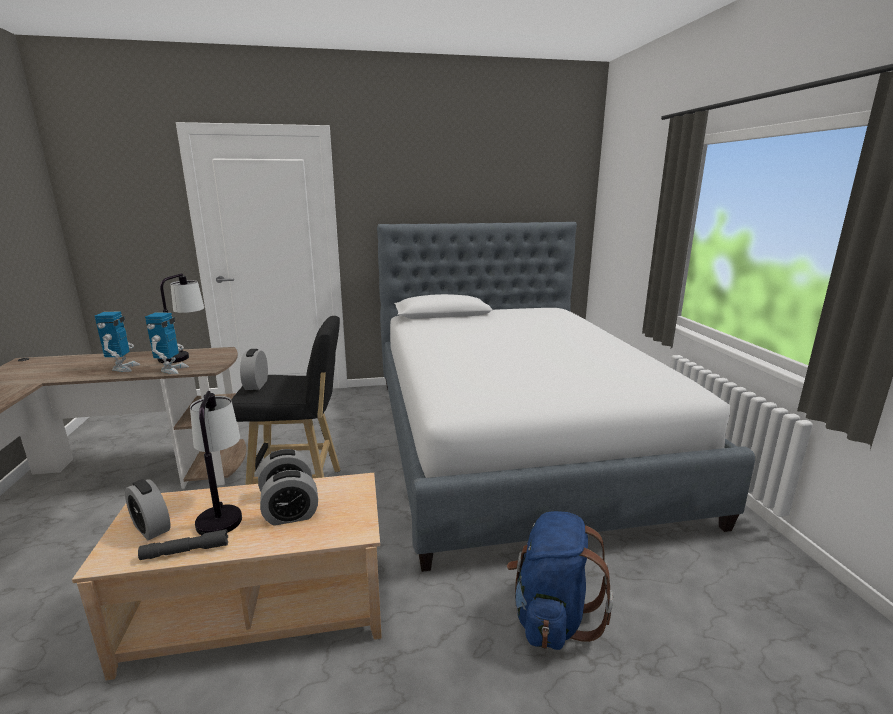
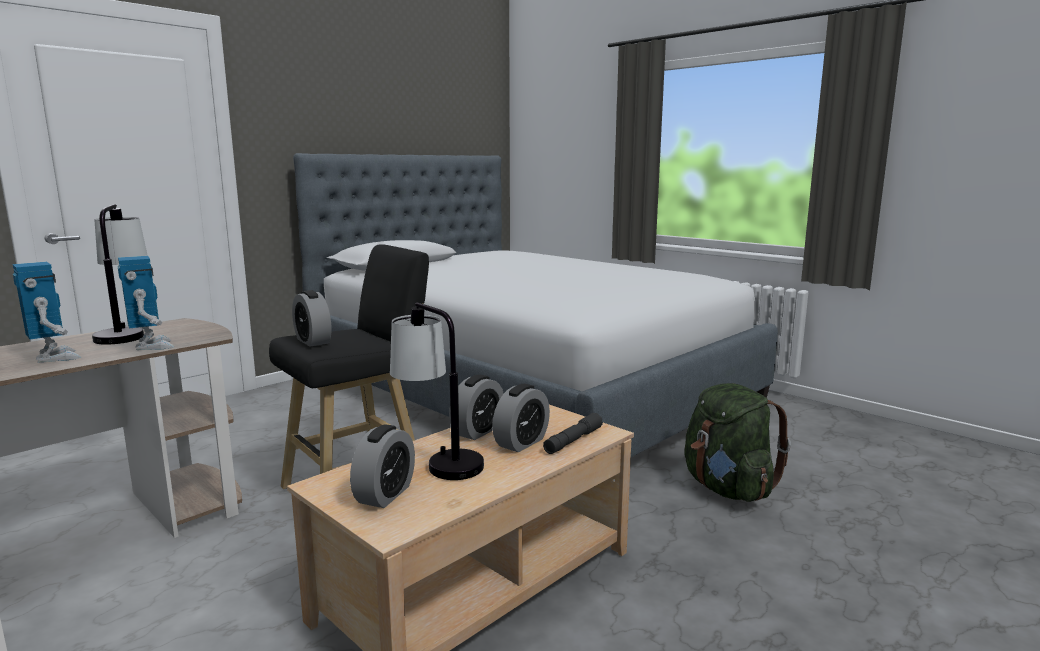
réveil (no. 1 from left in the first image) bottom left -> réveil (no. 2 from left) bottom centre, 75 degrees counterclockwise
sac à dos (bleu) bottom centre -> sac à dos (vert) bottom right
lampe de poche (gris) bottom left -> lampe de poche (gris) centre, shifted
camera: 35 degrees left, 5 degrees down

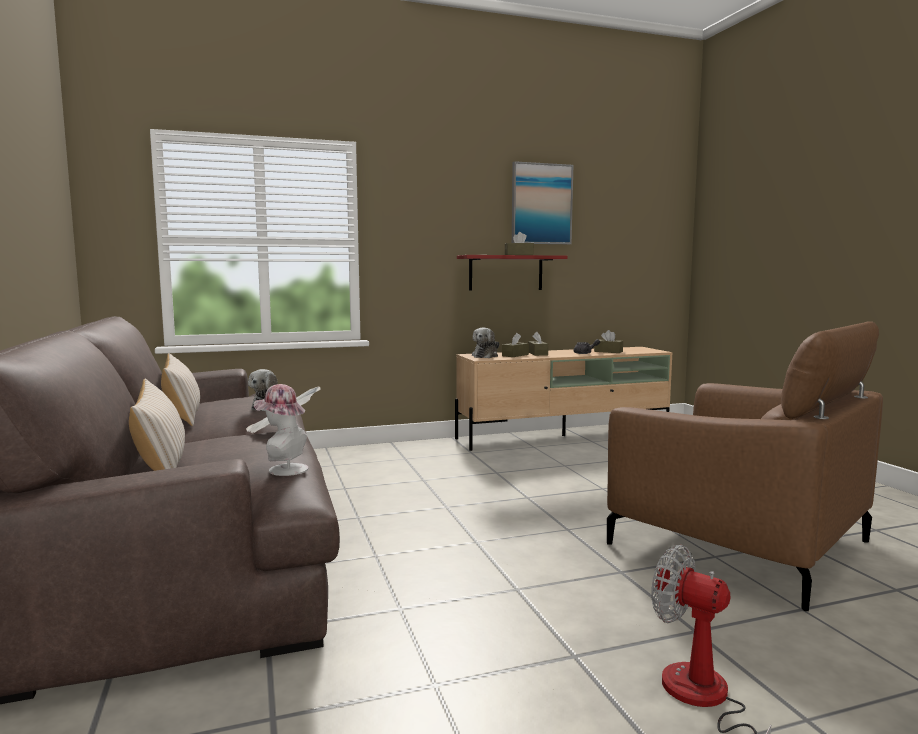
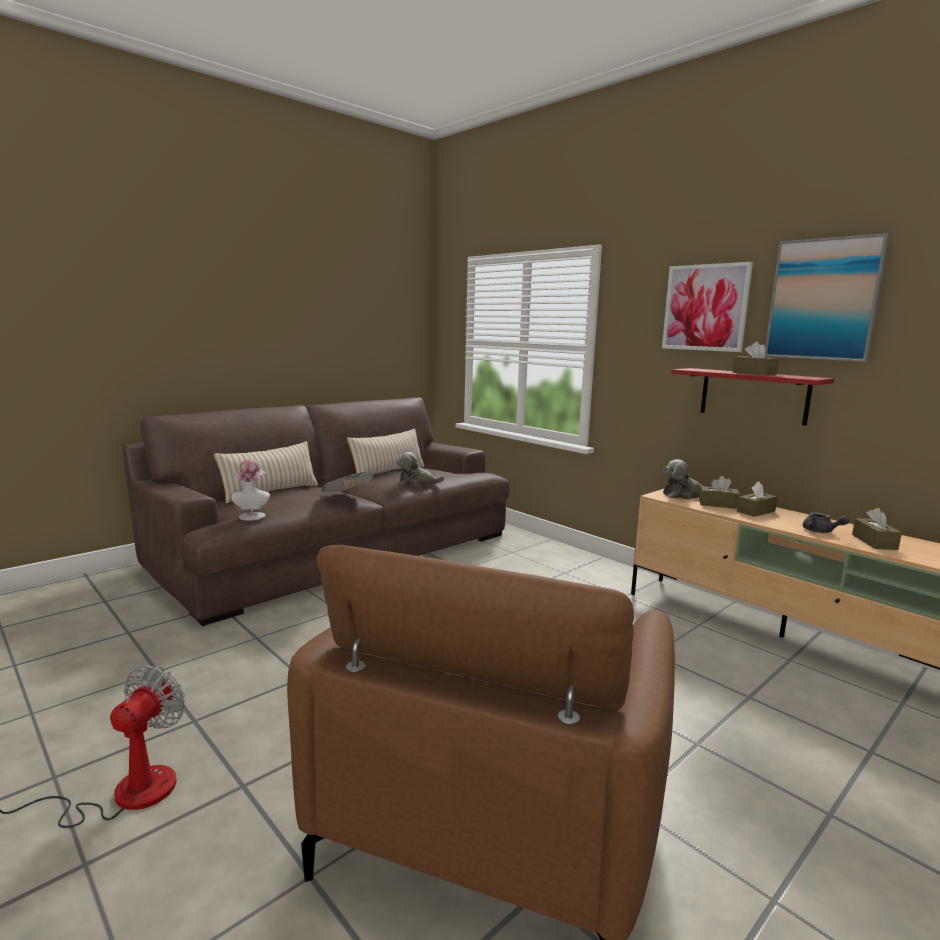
none -> tableau (no. 1 from left) top right
camera: 65 degrees right, 5 degrees up

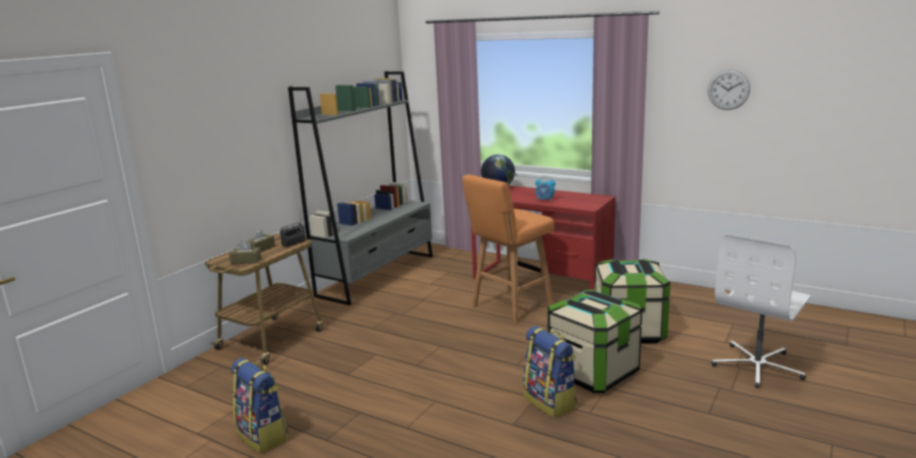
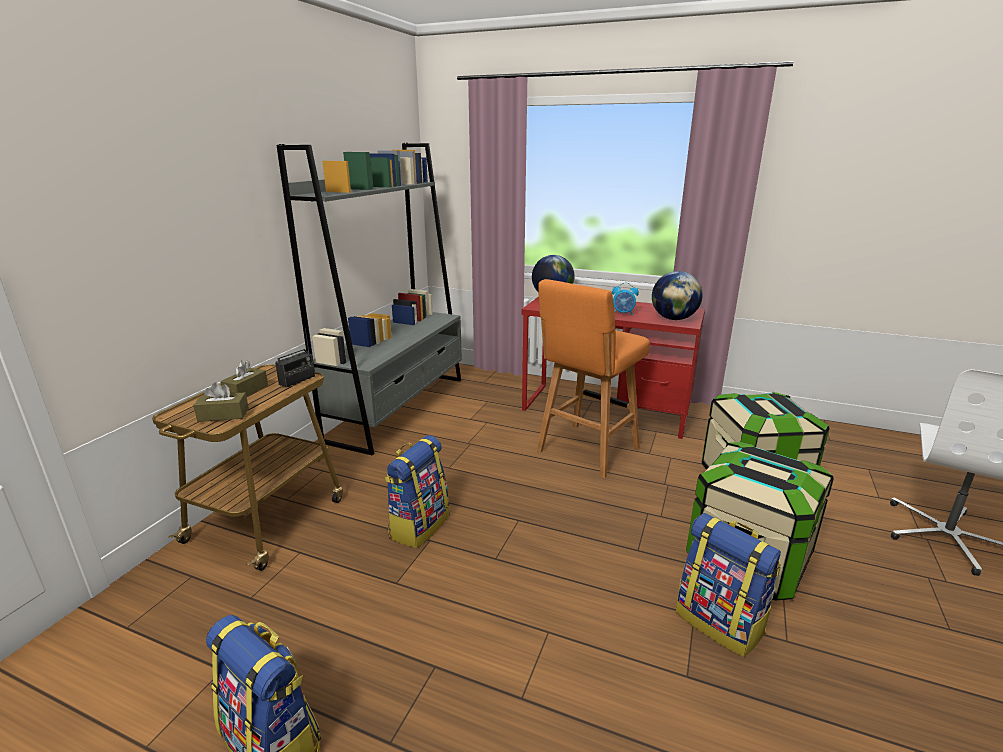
horloge murale top right -> none
none -> globe (no. 2 from left) middle right
none -> sac à dos (no. 2 from left) centre
camera: 10 degrees left, 5 degrees up

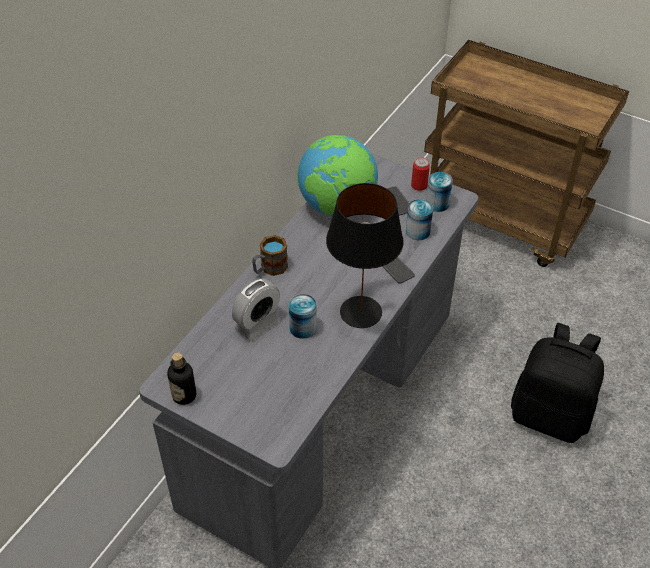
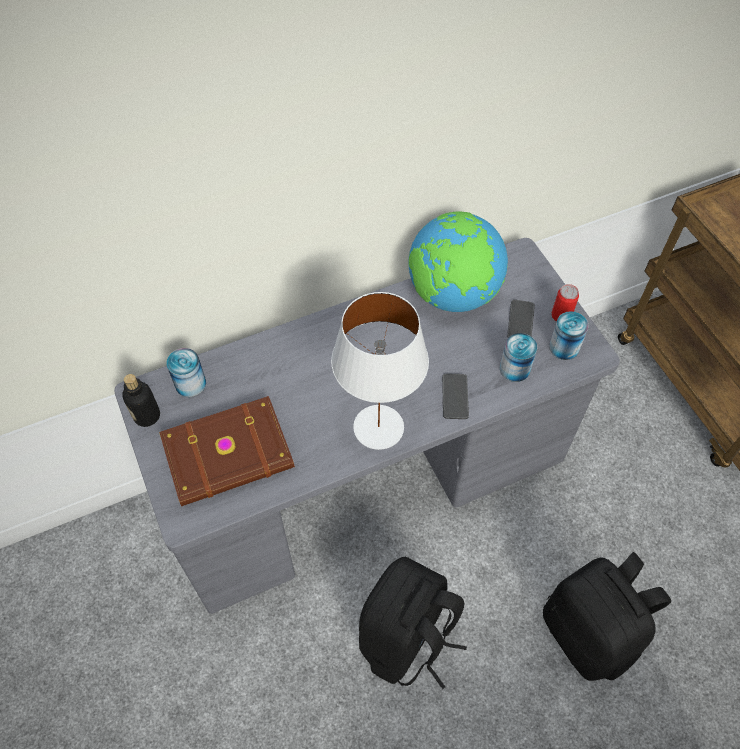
lampe de table (noir) centre -> lampe de table (blanc) centre
mug centre -> none
réveil centre -> none
boîte métallique (no. 1 from left) centre -> boîte métallique (no. 1 from left) middle left, shifted
none -> livre (marron) middle left
none -> sac à dos (noir) (no. 1 from left) bottom centre
camera: 35 degrees right, 10 degrees up

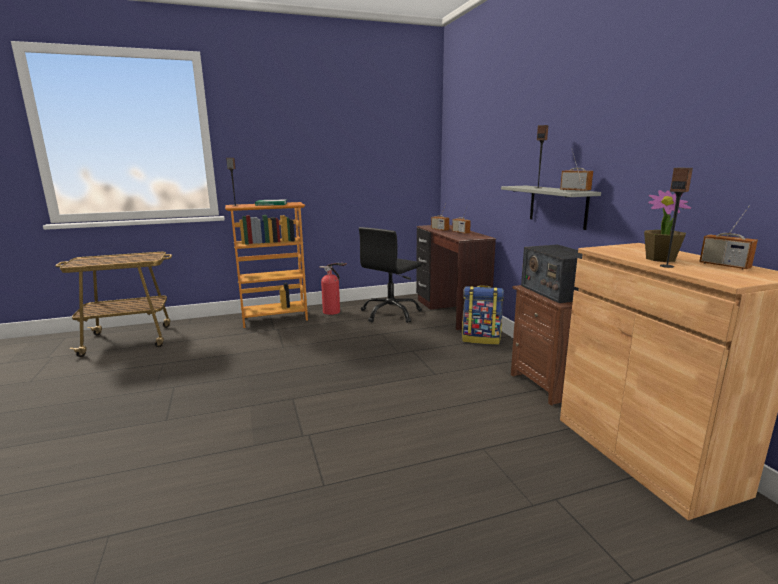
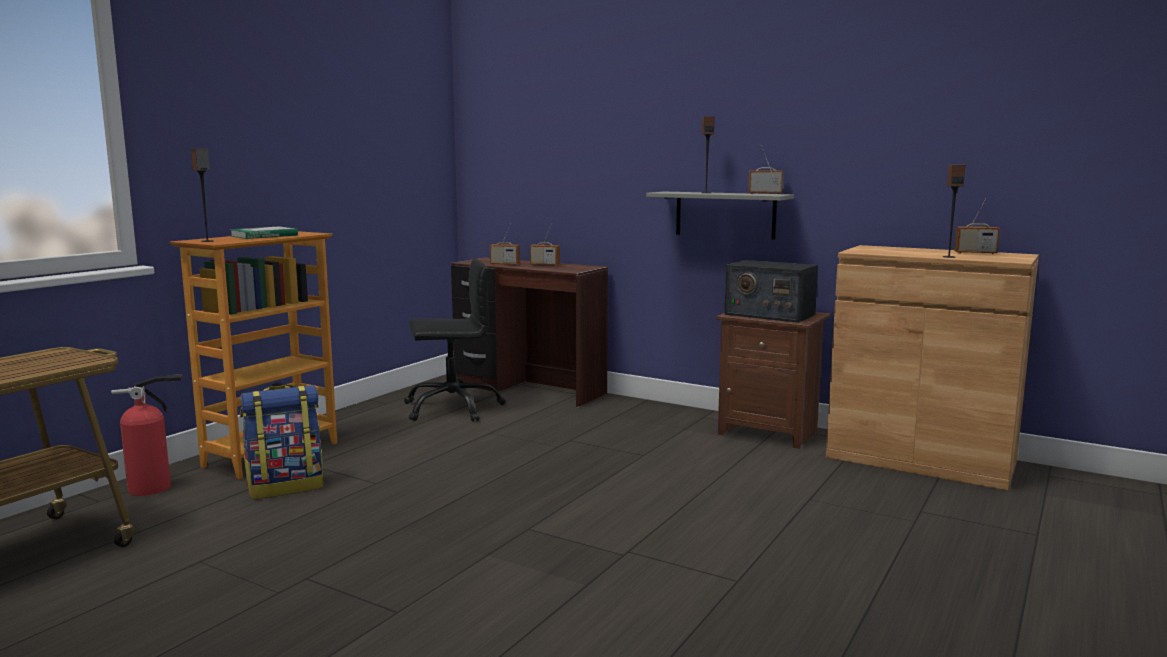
plante en pot middle right -> none
chaise de bureau (noir) centre, 105 degrees counterclockwise
extincteur centre -> extincteur middle left, shifted
sac à dos centre -> sac à dos bottom left, shifted
camera: 40 degrees left, 5 degrees down

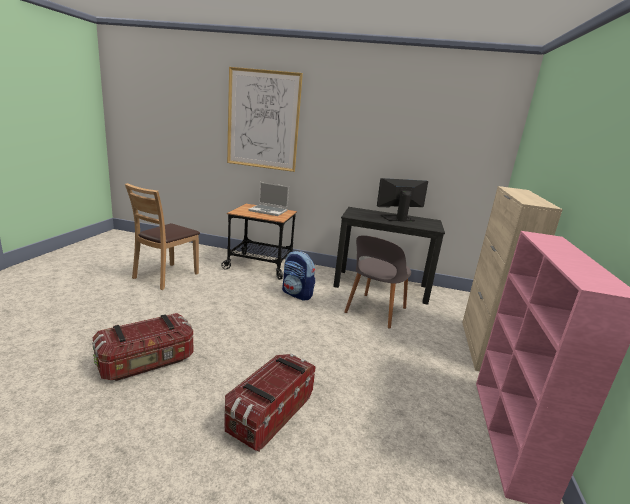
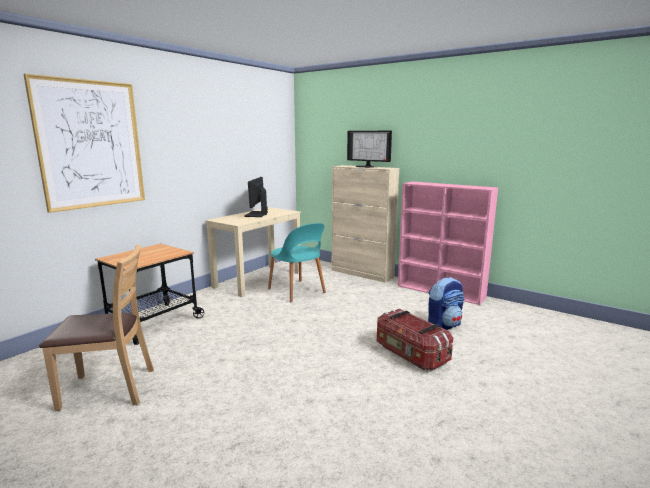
ordinateur portable centre -> none
chaise (marron) middle left -> chaise (marron) bottom left, 60 degrees counterclockwise
bureau (noir) centre -> bureau (beige) centre
chaise (gris) centre -> chaise (turquoise) centre
sac à dos centre -> sac à dos middle right, shifted
boîte de rangement (no. 1 from left) bottom left -> none
none -> écran d'ordinateur (no. 2 from left) top centre
camera: 65 degrees left, 5 degrees down

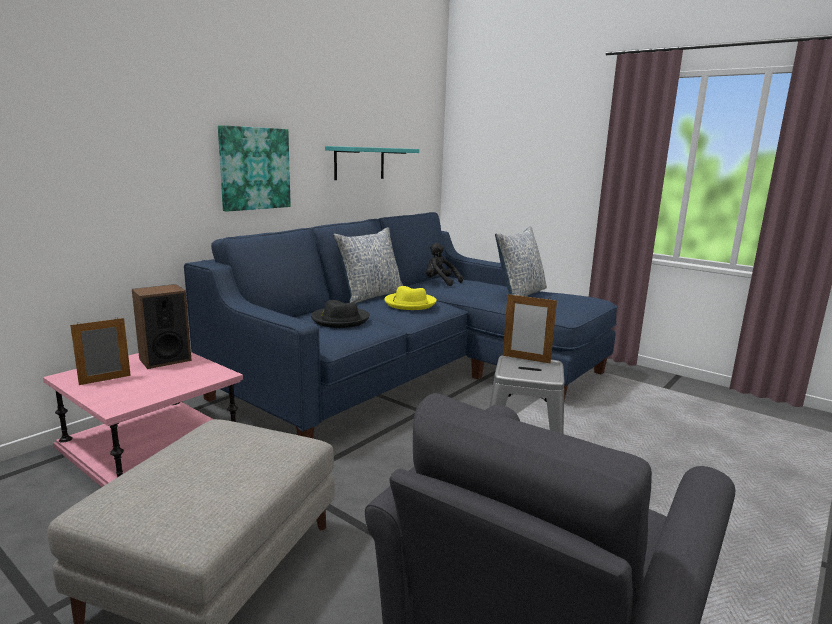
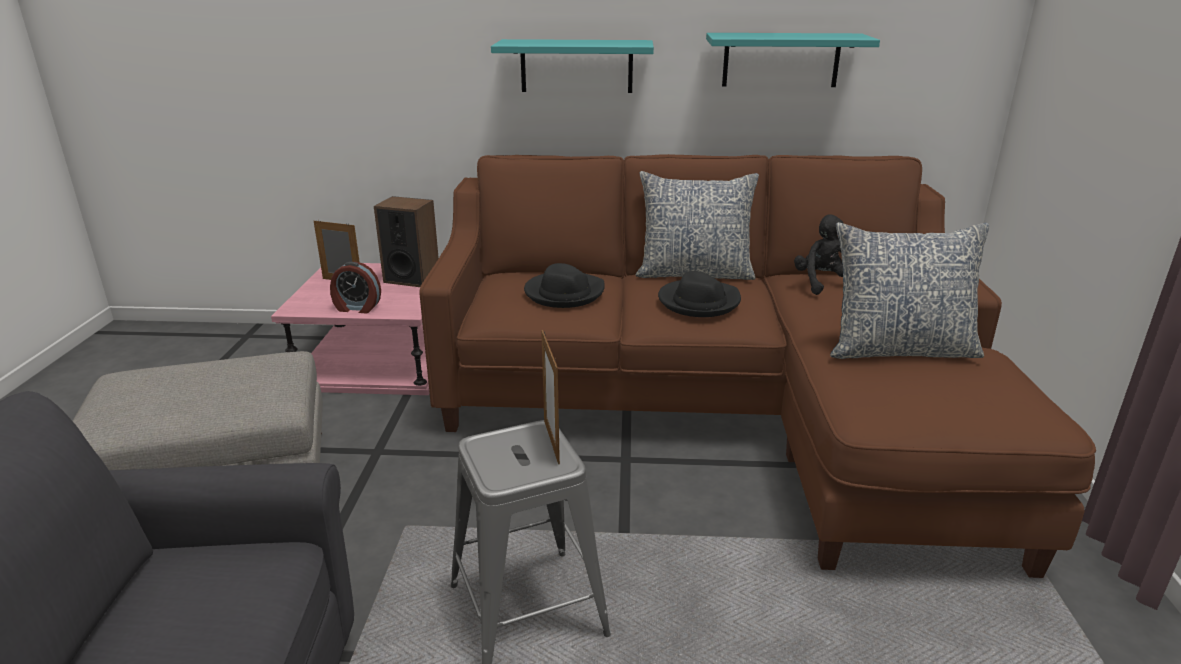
tableau top left -> étagère (turquoise) (no. 1 from left) top centre
canapé (bleu) centre -> canapé (marron) centre
chapeau (jaune) centre -> chapeau (noir) (no. 2 from left) centre
none -> réveil middle left
camera: 55 degrees right, 10 degrees up

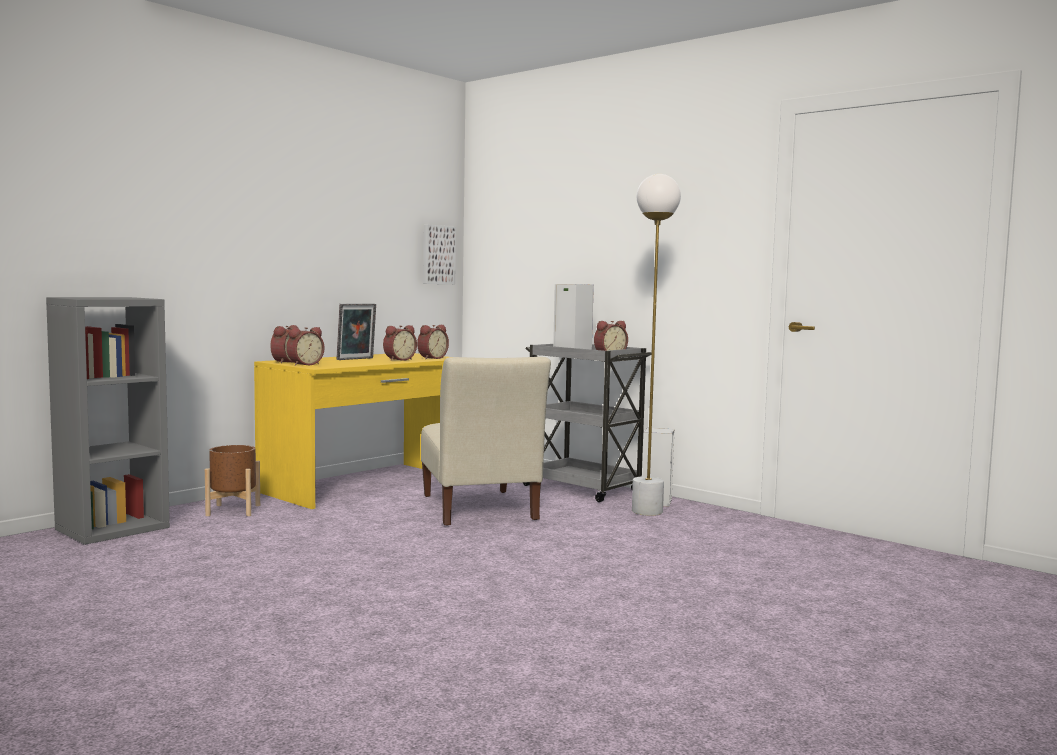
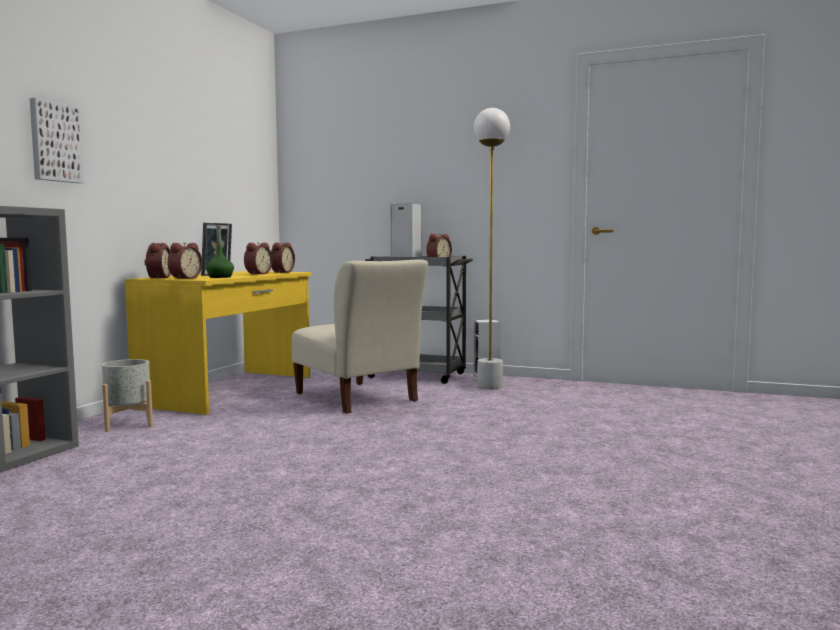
tableau centre -> tableau top left, shifted
cache-pot (marron) middle left -> cache-pot (gris) middle left
none -> bouteille (vert) middle left
camera: 20 degrees left, 0 degrees up

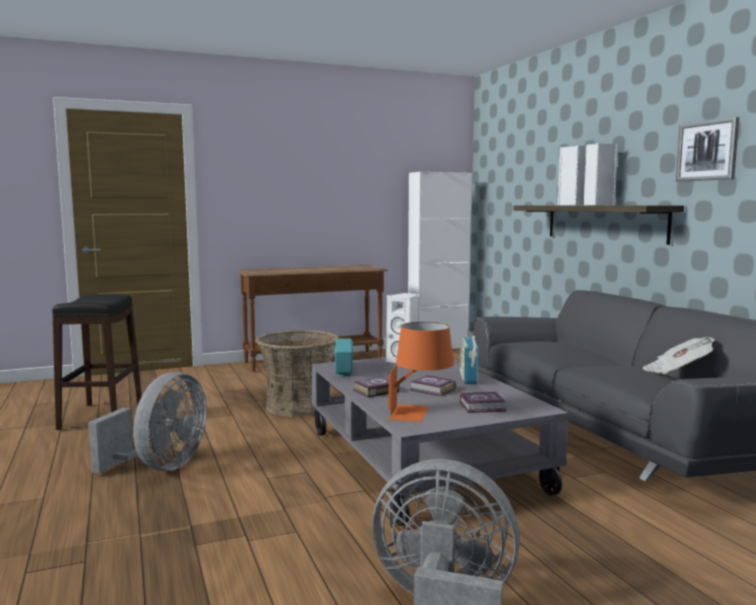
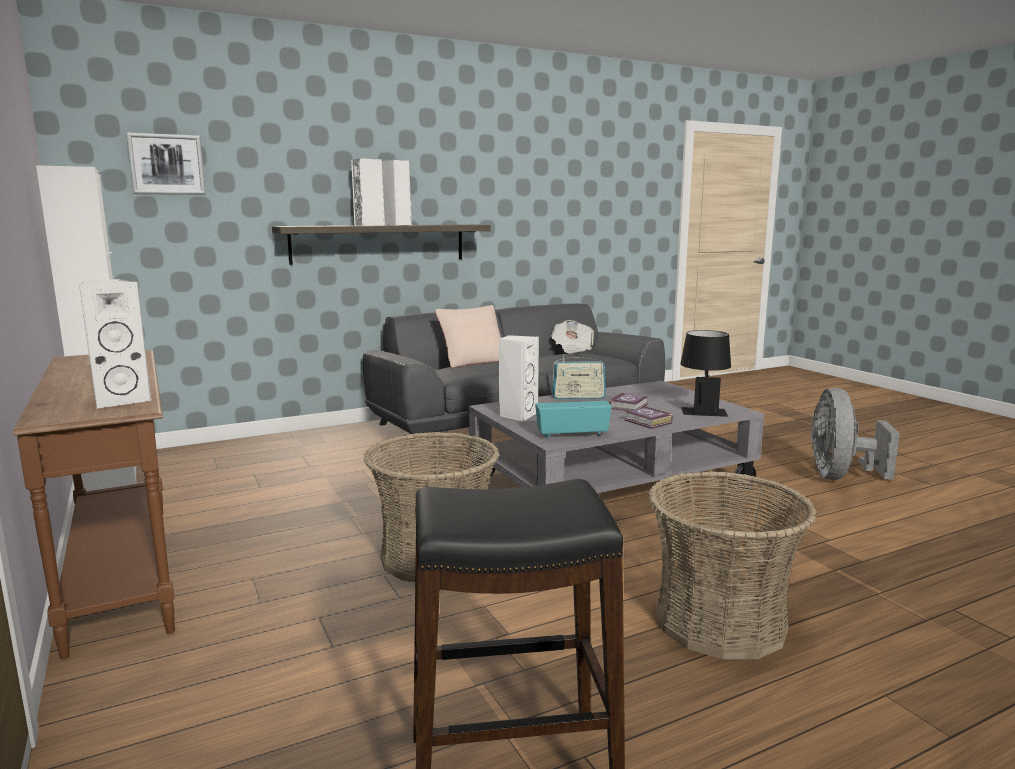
tableau top right -> tableau top left, shifted
lampe de table (orange) centre -> lampe de table (noir) middle right
ventilateur (gris) (no. 1 from left) bottom left -> panier (no. 2 from left) bottom right
livre (no. 3 from left) centre -> none
none -> enceinte (blanc) (no. 1 from left) middle left
none -> coussin (beige) centre
camera: 95 degrees left, 5 degrees up

